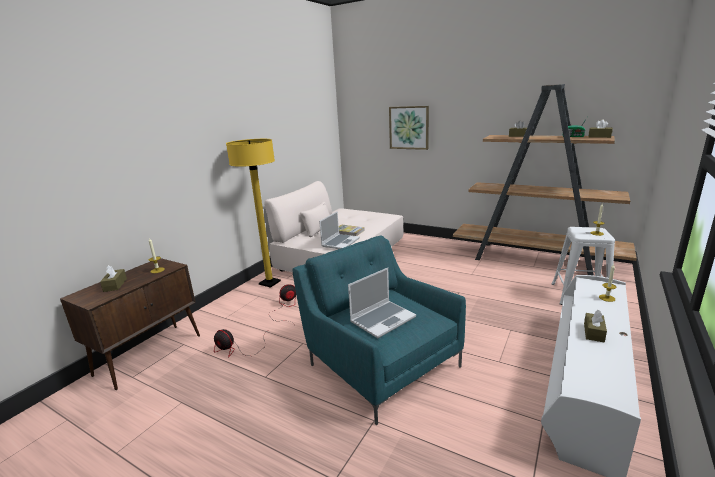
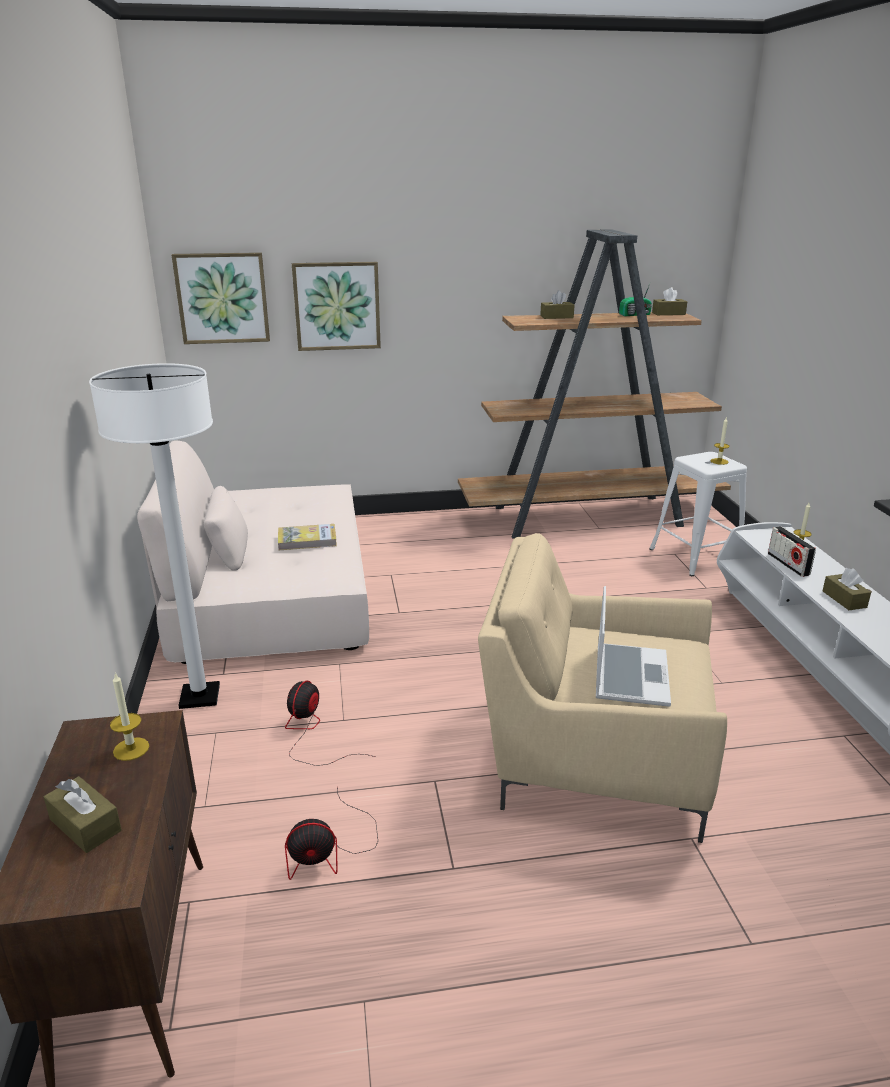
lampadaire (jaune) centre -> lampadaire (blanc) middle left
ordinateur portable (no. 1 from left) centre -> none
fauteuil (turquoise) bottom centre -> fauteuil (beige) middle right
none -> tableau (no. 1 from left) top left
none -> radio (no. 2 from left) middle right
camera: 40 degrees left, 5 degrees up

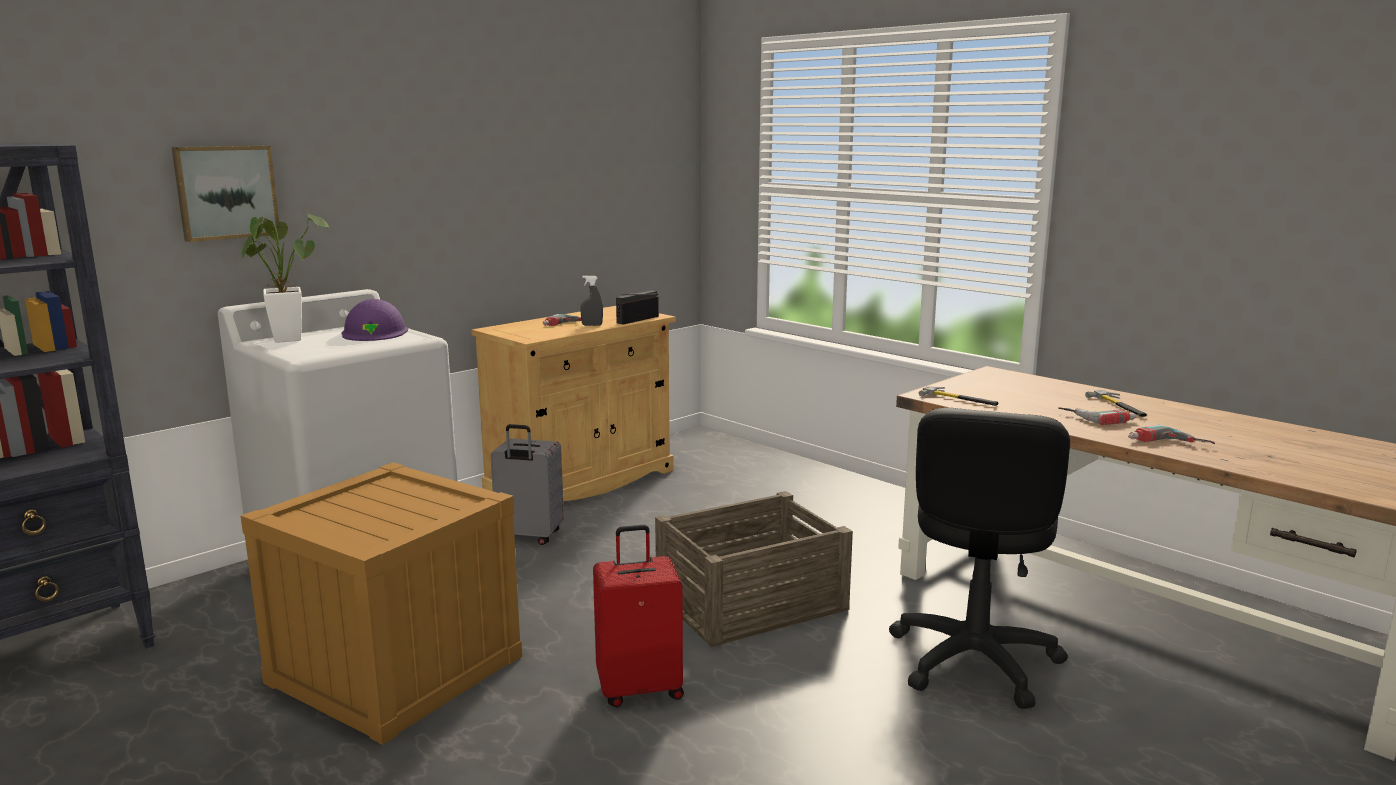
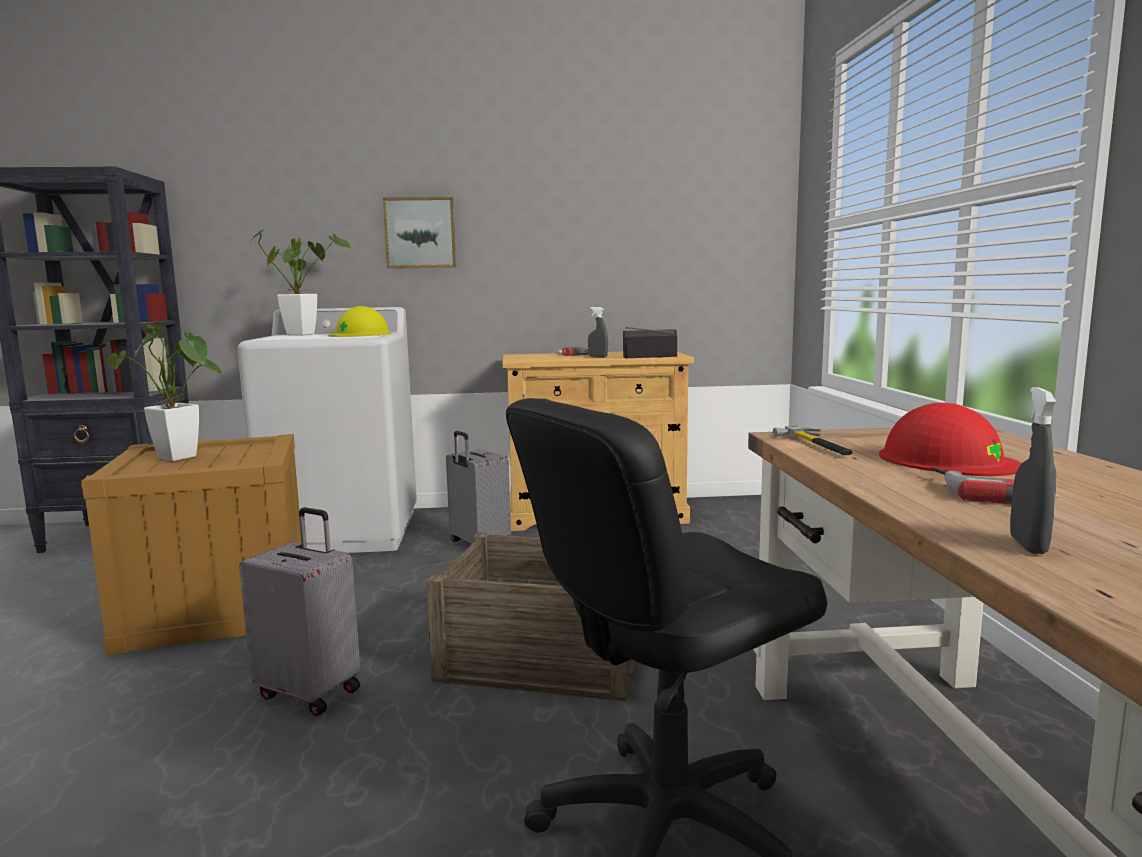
tableau top left -> tableau top centre, shifted
casque de chantier (violet) middle left -> casque de chantier (jaune) middle left
marteau (no. 2 from left) middle right -> none
perceuse (no. 3 from left) middle right -> vaporisateur (gris) (no. 2 from left) middle right
valise (rouge) bottom centre -> valise (gris) (no. 1 from left) bottom left
none -> plante en pot (no. 1 from left) middle left
none -> casque de chantier (rouge) middle right
camera: 40 degrees right, 5 degrees down

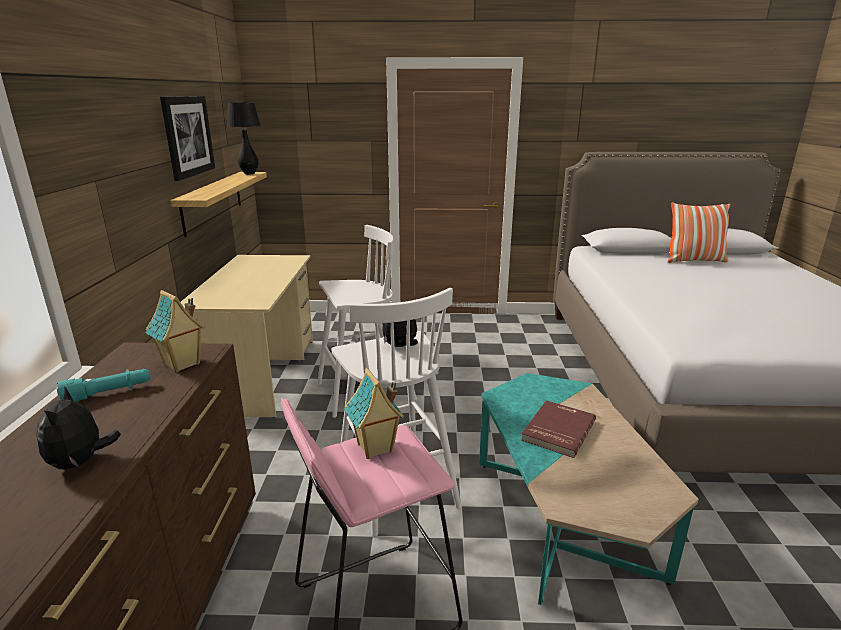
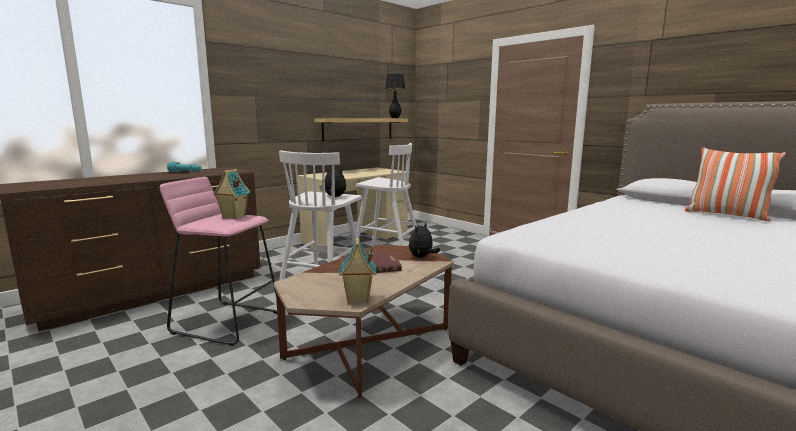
tableau top left -> none
maison miniature (no. 1 from left in the first image) middle left -> maison miniature (no. 2 from left) centre, shifted
table basse (turquoise) bottom right -> table basse (marron) bottom centre
peluche (no. 1 from left in the first image) bottom left -> peluche (no. 2 from left) centre, shifted
camera: 45 degrees right, 10 degrees down

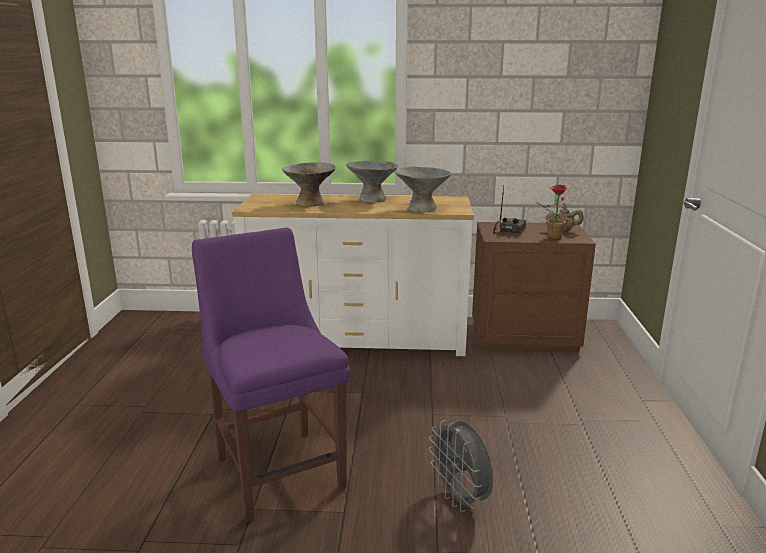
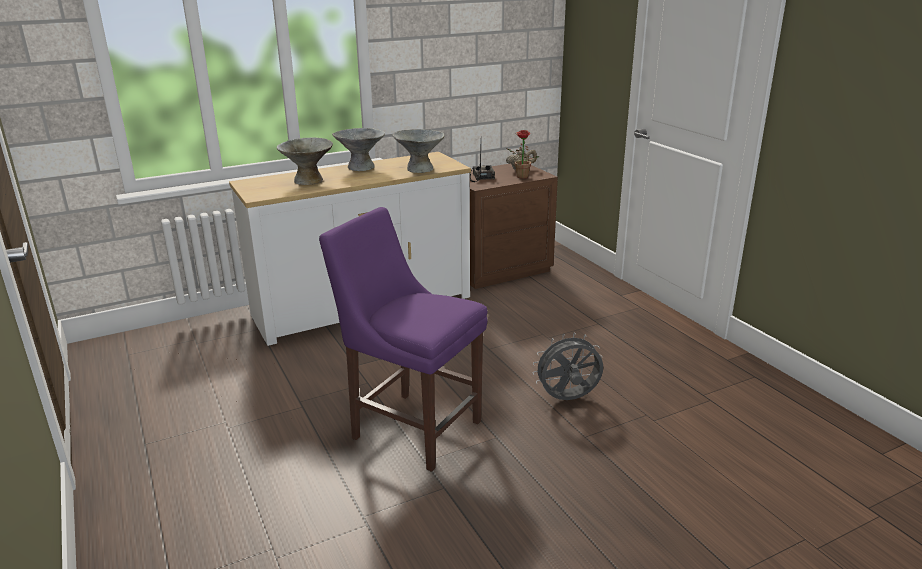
ventilateur (gris) bottom centre -> ventilateur (gris) centre, 135 degrees clockwise
camera: 30 degrees left, 5 degrees up

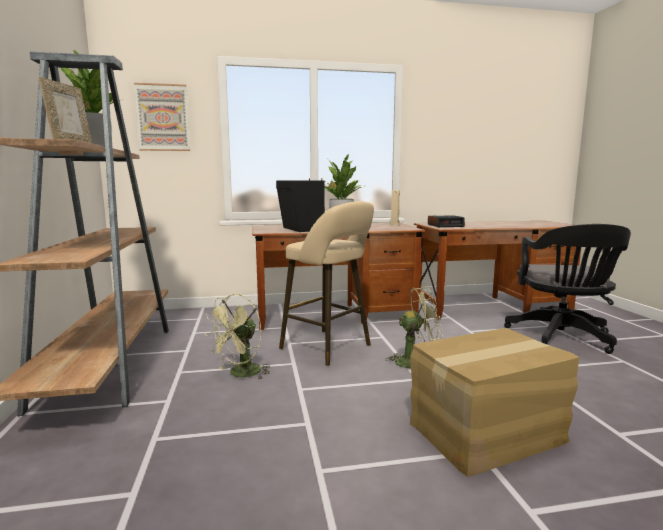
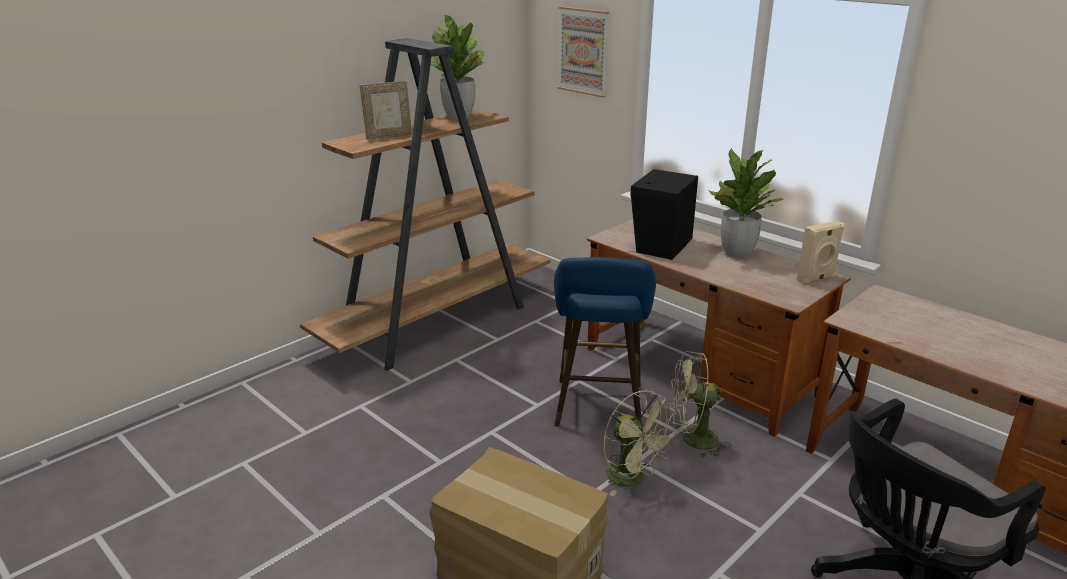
tabouret (beige) centre -> tabouret (bleu) centre
réveil middle right -> none
ventilateur (vert) (no. 1 from left in the first image) centre -> ventilateur (vert) (no. 2 from left) bottom centre, shifted
camera: 55 degrees right, 15 degrees up

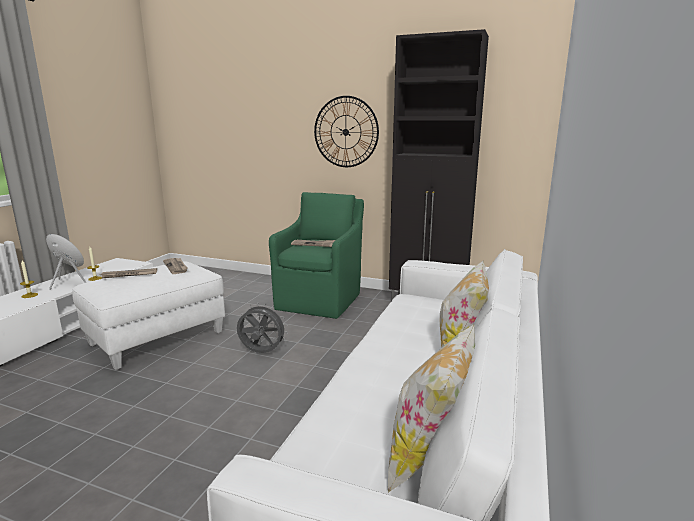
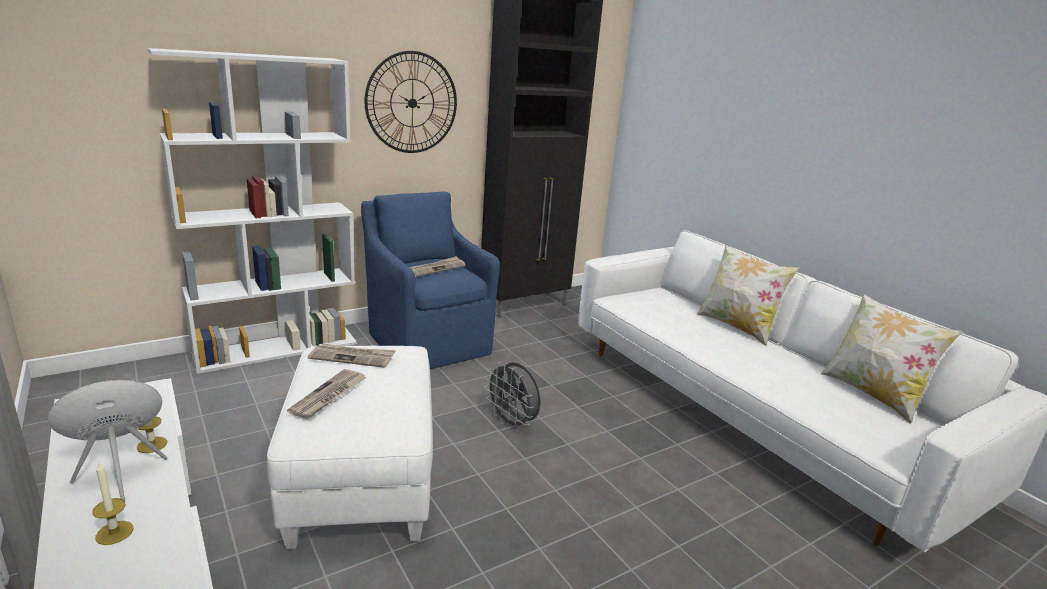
fauteuil (vert) centre -> fauteuil (bleu) centre
ventilateur (gris) centre -> ventilateur (gris) bottom centre, 90 degrees counterclockwise
none -> bibliothèque (blanc) middle left
camera: 55 degrees left, 5 degrees up

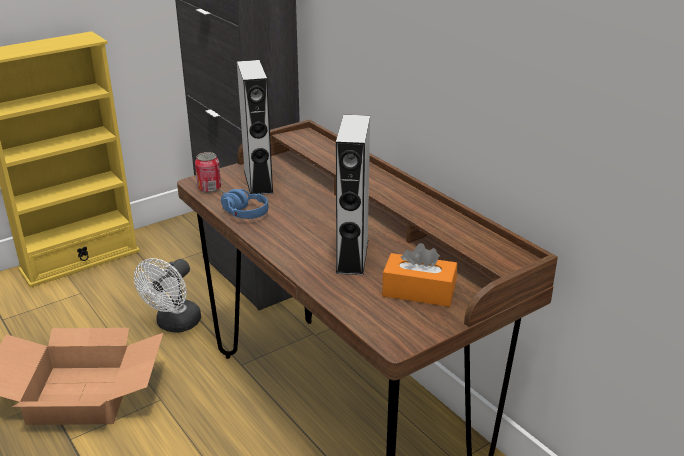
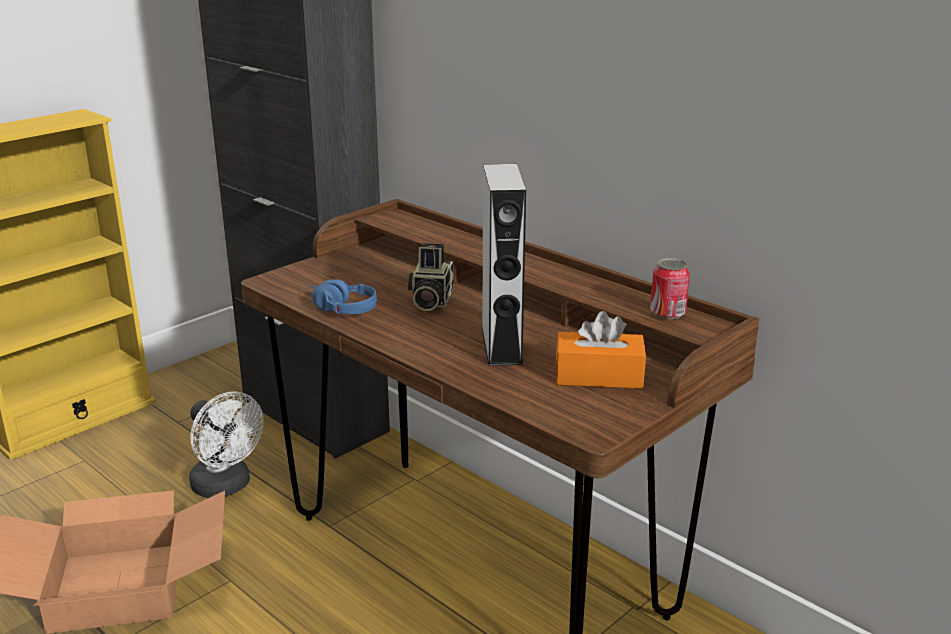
enceinte (gris) (no. 1 from left) top centre -> none
boîte métallique middle left -> boîte métallique middle right, shifted
ventilateur (blanc) middle left -> ventilateur (blanc) bottom left, 60 degrees counterclockwise
none -> appareil photo centre
camera: 10 degrees left, 5 degrees down

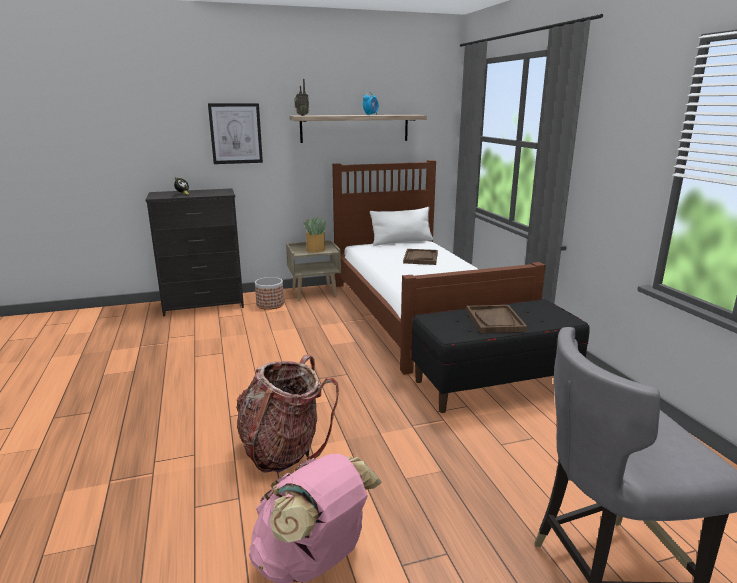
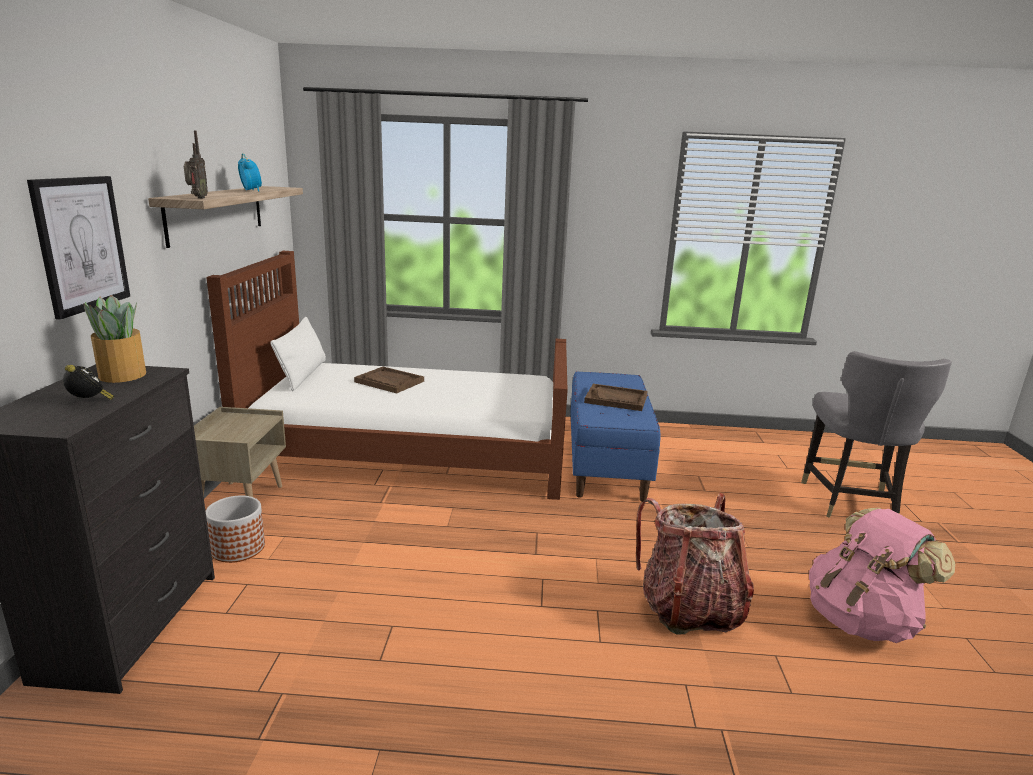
plante en pot centre -> plante en pot middle left, shifted
banc (noir) middle right -> banc (bleu) centre
camera: 70 degrees left, 0 degrees up

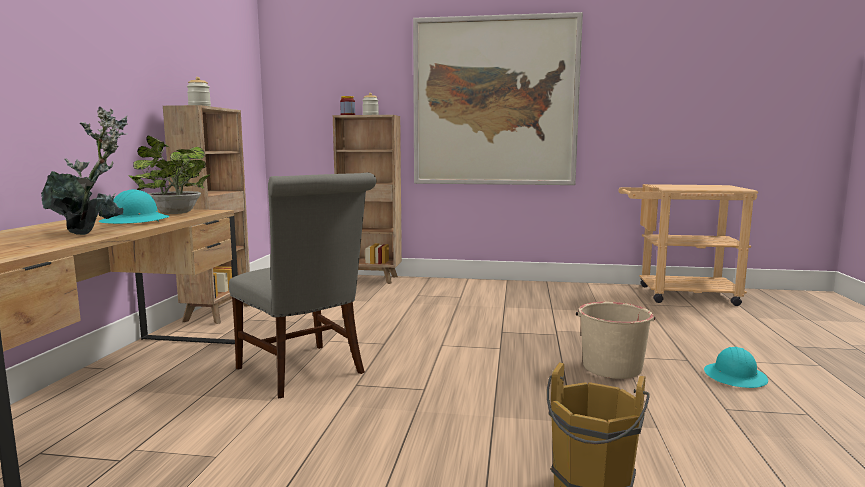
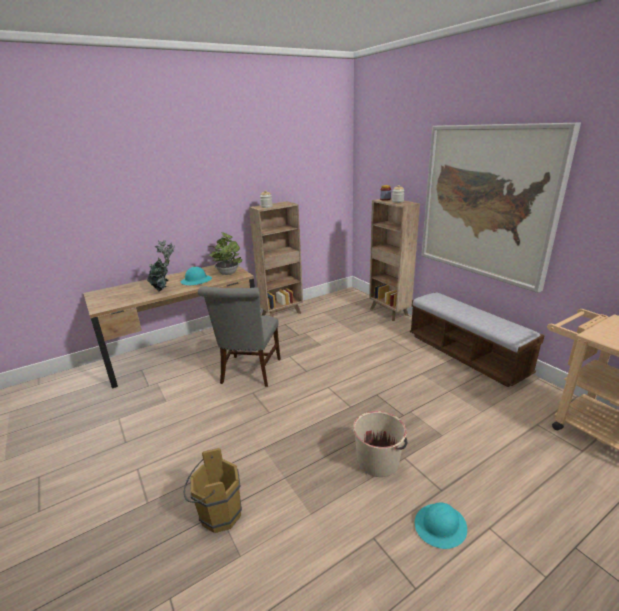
none -> banc middle right
camera: 50 degrees right, 15 degrees up

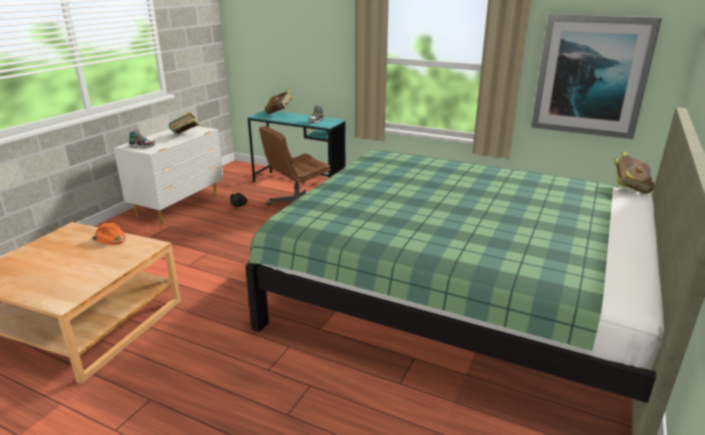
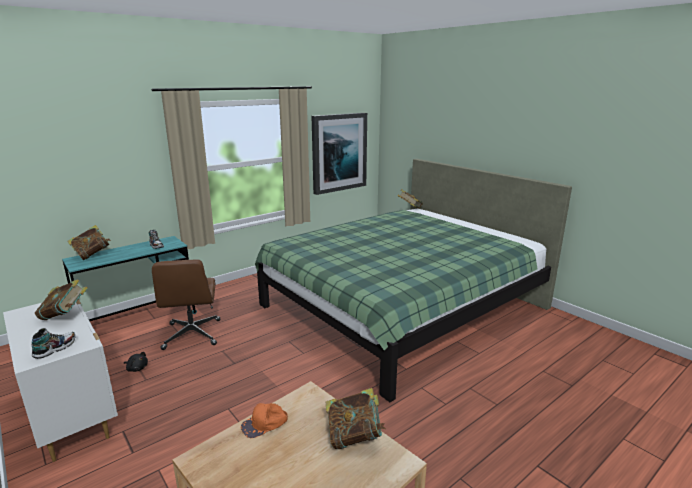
none -> livre (no. 3 from left) bottom centre
camera: 65 degrees left, 5 degrees down

